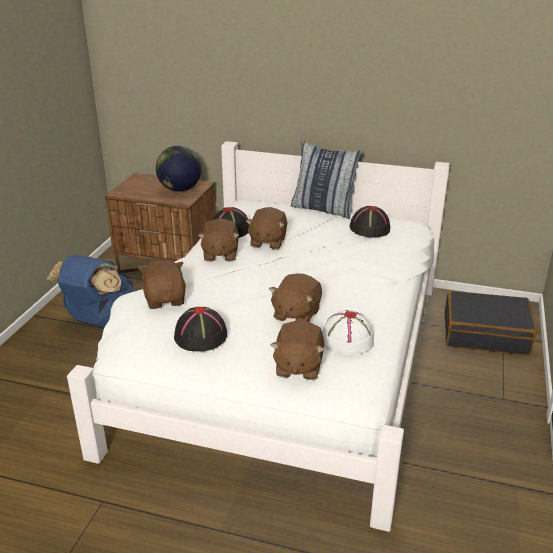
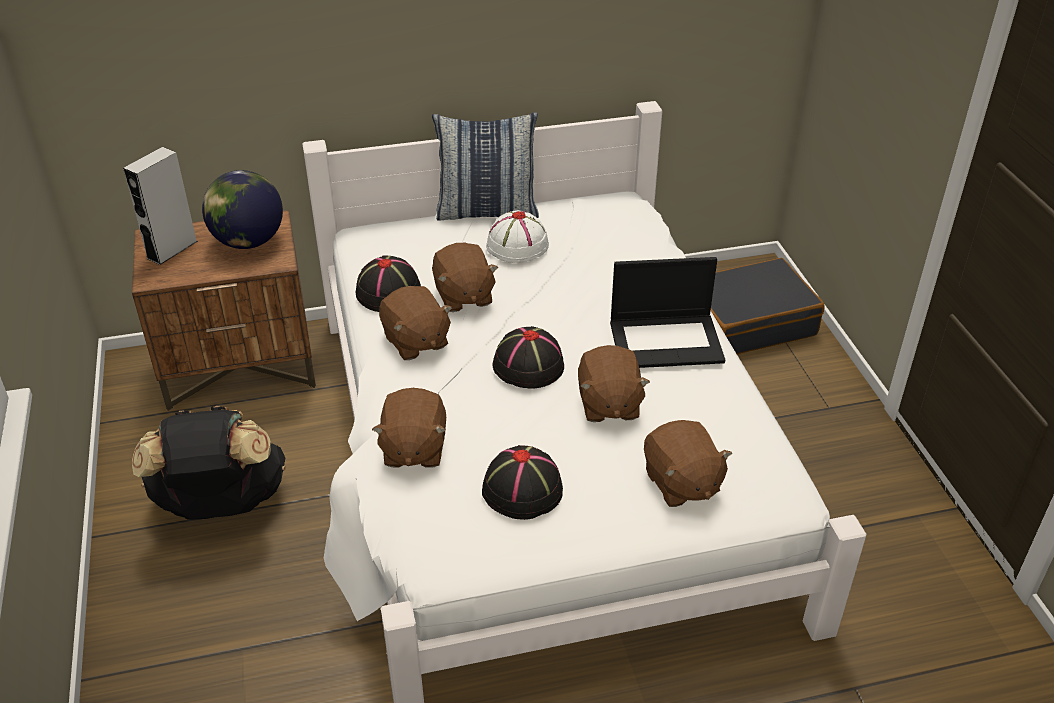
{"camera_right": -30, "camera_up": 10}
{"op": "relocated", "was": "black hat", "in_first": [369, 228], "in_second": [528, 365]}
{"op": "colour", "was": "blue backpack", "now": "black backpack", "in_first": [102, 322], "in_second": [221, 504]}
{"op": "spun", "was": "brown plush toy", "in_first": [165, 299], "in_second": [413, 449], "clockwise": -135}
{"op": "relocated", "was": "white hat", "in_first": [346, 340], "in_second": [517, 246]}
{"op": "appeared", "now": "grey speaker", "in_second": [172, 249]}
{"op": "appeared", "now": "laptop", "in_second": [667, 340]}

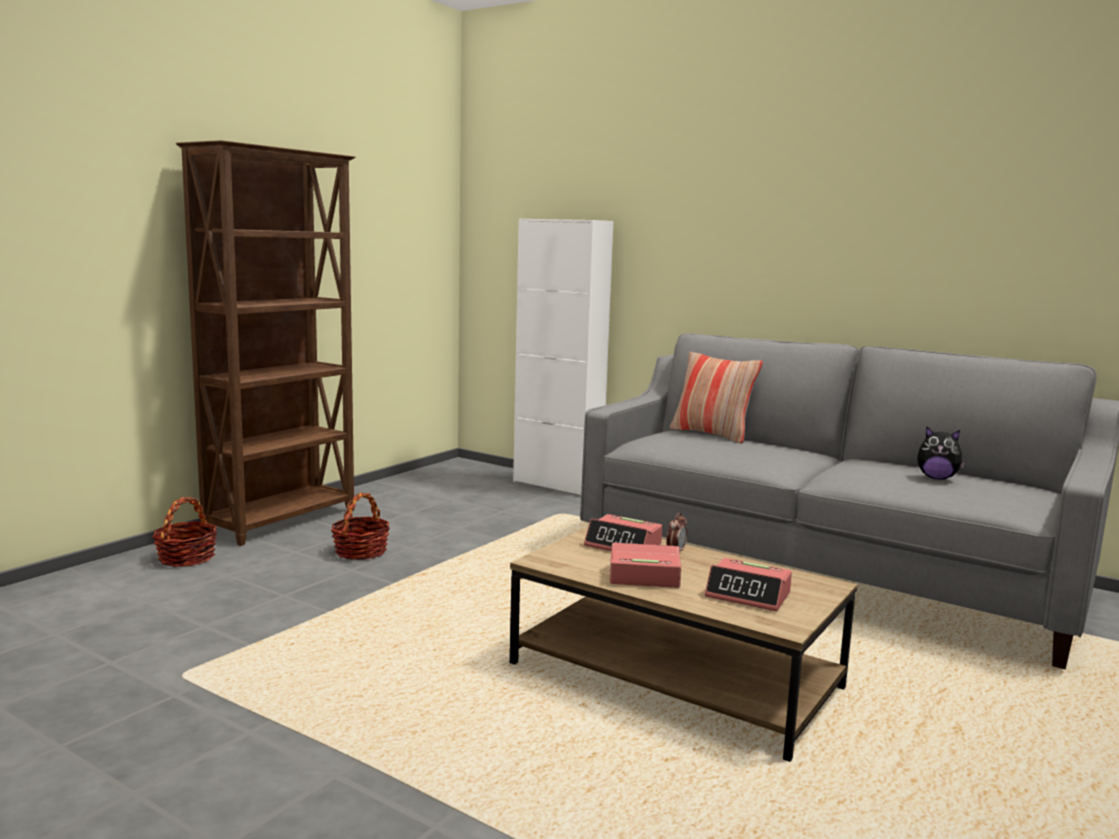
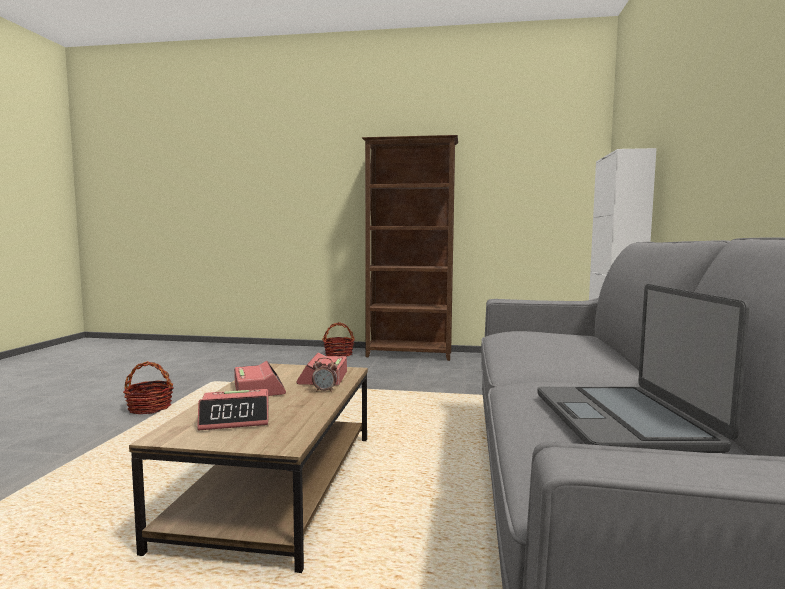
{"camera_right": 65, "camera_up": -5}
{"op": "missing", "was": "pillow", "in_first": [712, 434]}
{"op": "exchanged", "was": "plush toy", "now": "laptop", "in_first": [937, 478], "in_second": [623, 420]}
{"op": "relocated", "was": "basket", "in_first": [361, 552], "in_second": [149, 408]}
{"op": "spun", "was": "alarm clock", "in_first": [748, 595], "in_second": [236, 419], "clockwise": -105}

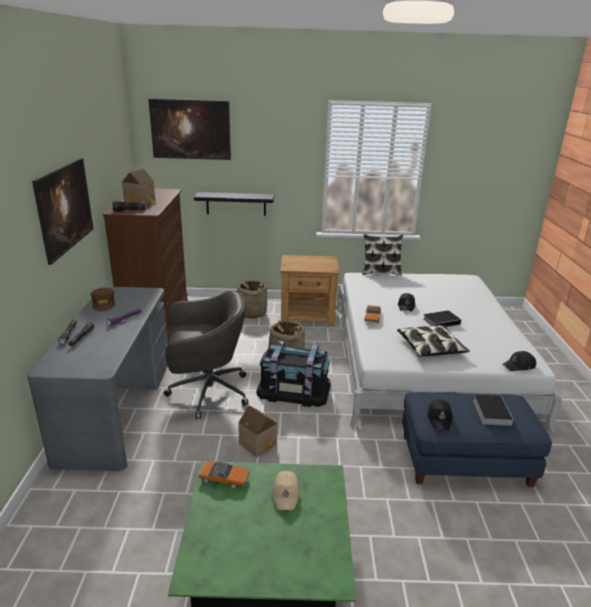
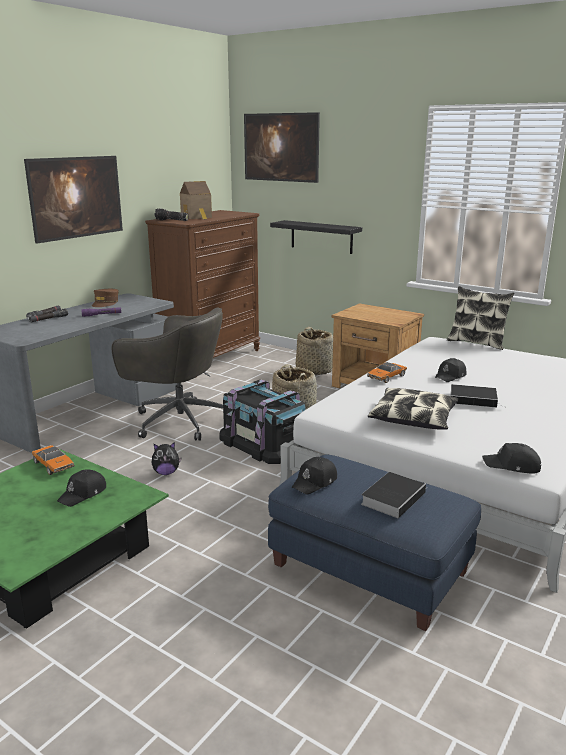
{"camera_right": 35, "camera_up": -5}
{"op": "exchanged", "was": "toy house", "now": "plush toy", "in_first": [259, 443], "in_second": [166, 473]}
{"op": "colour", "was": "beige cap", "now": "black cap", "in_first": [286, 493], "in_second": [83, 494]}

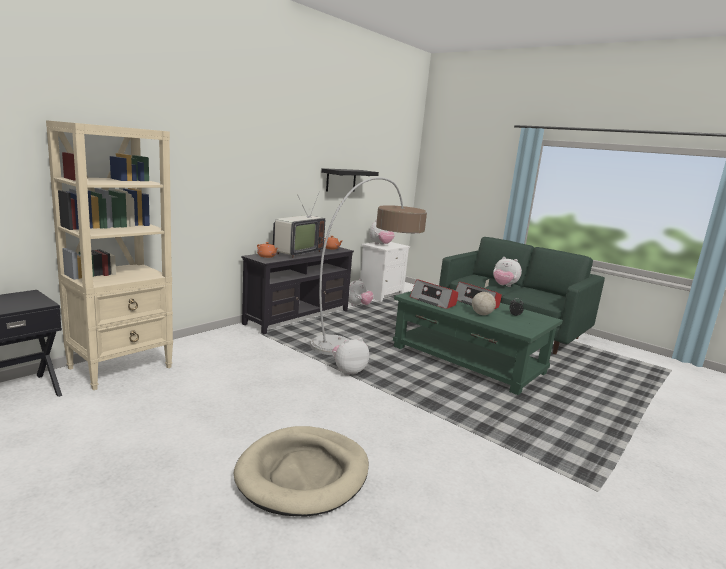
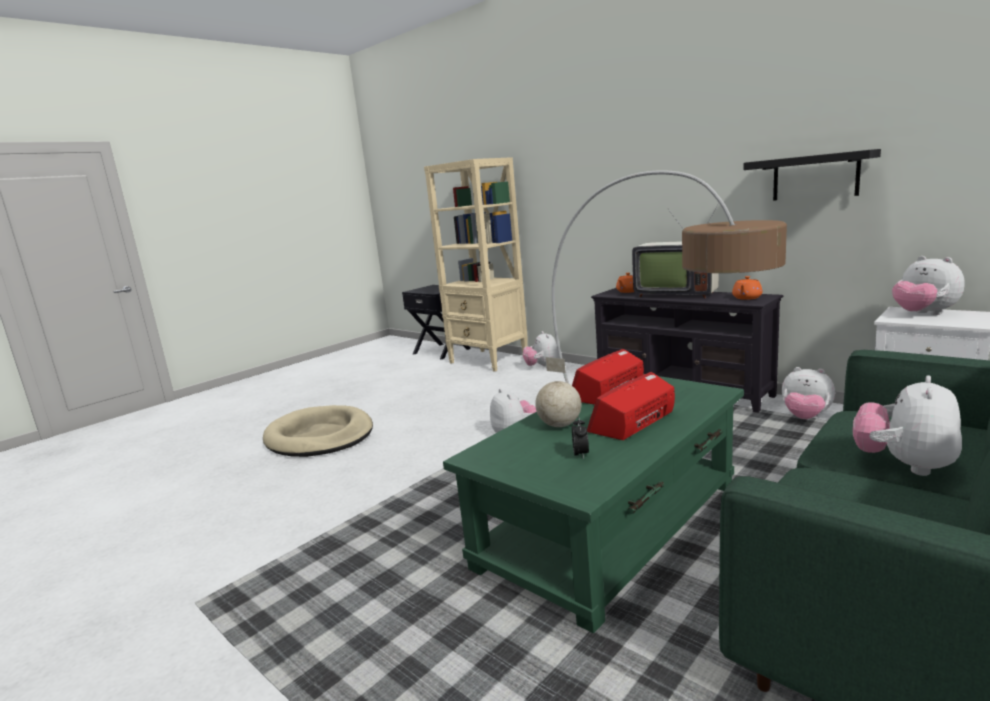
{"camera_right": 95, "camera_up": 0}
{"op": "appeared", "now": "plush toy", "in_second": [542, 367]}

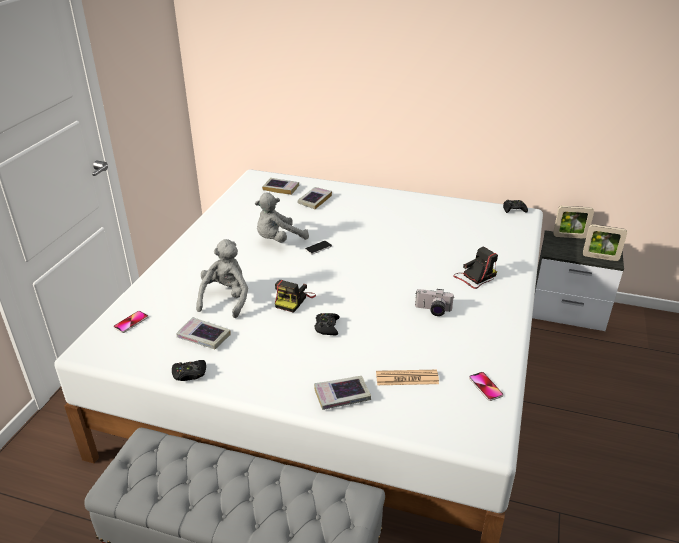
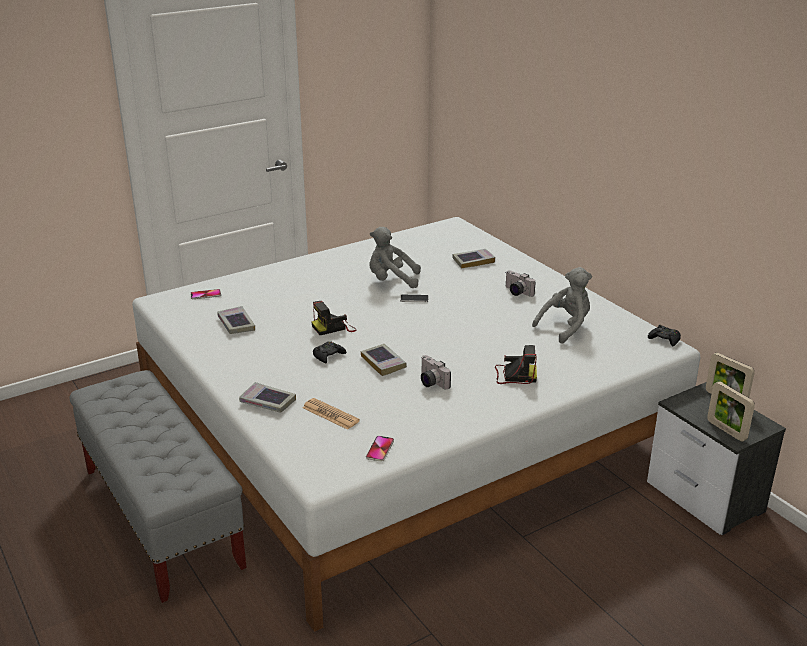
{"camera_right": 40, "camera_up": -5}
{"op": "relocated", "was": "book", "in_first": [281, 188], "in_second": [383, 363]}
{"op": "relocated", "was": "grey plush toy", "in_first": [226, 299], "in_second": [565, 327]}
{"op": "missing", "was": "black game controller", "in_first": [189, 374]}
{"op": "appeared", "now": "photo camera", "in_second": [516, 292]}

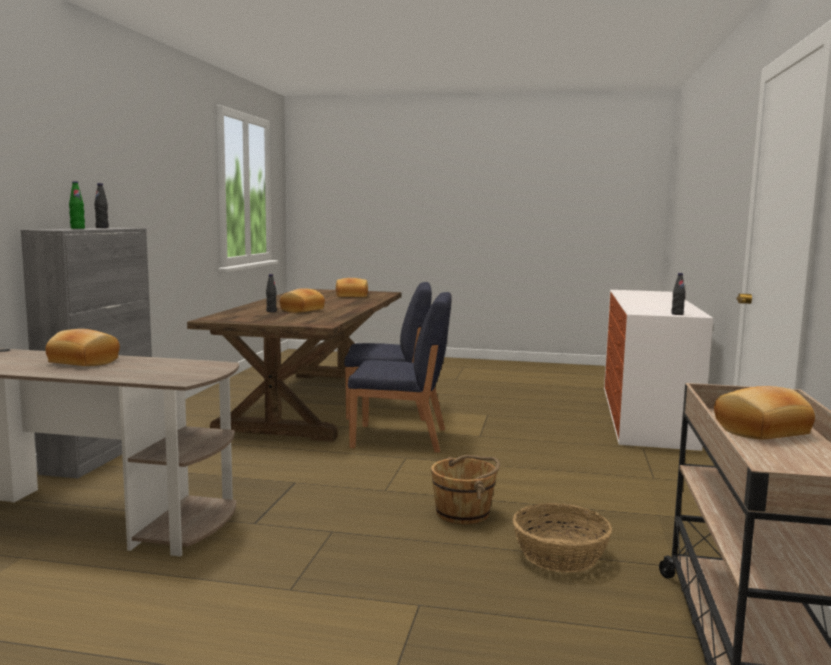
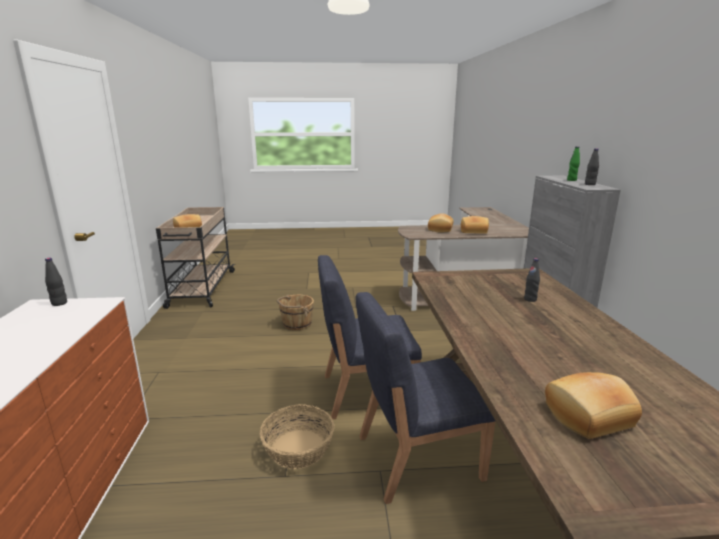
{"camera_right": 165, "camera_up": 10}
{"op": "relocated", "was": "bread", "in_first": [301, 310], "in_second": [441, 229]}
{"op": "relocated", "was": "basket", "in_first": [560, 555], "in_second": [298, 449]}

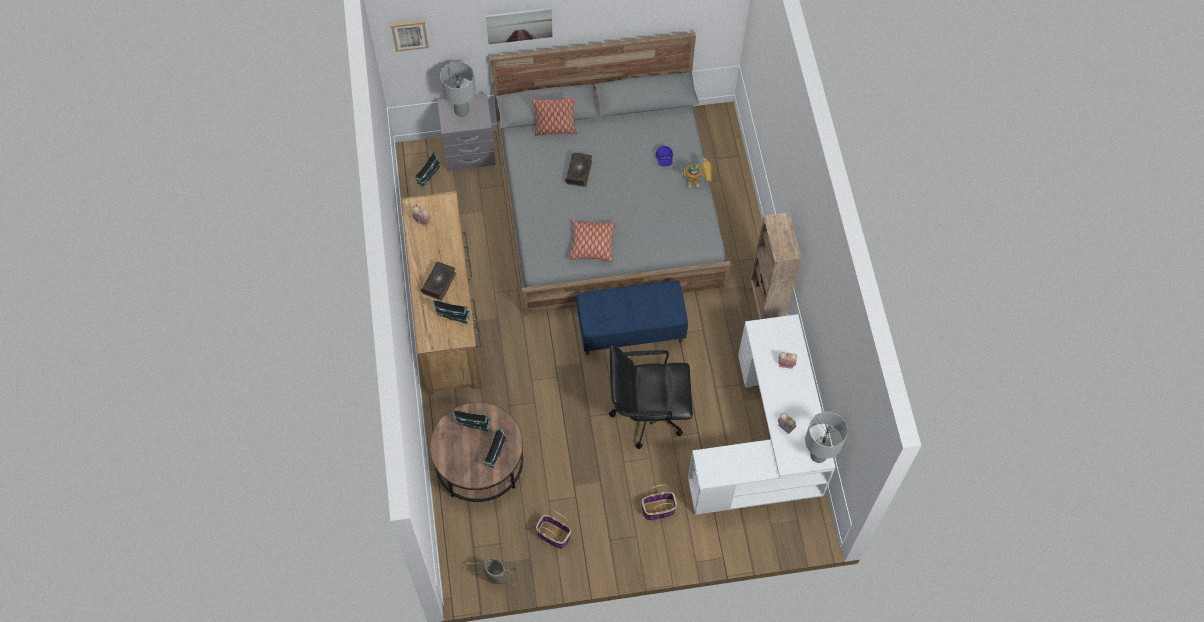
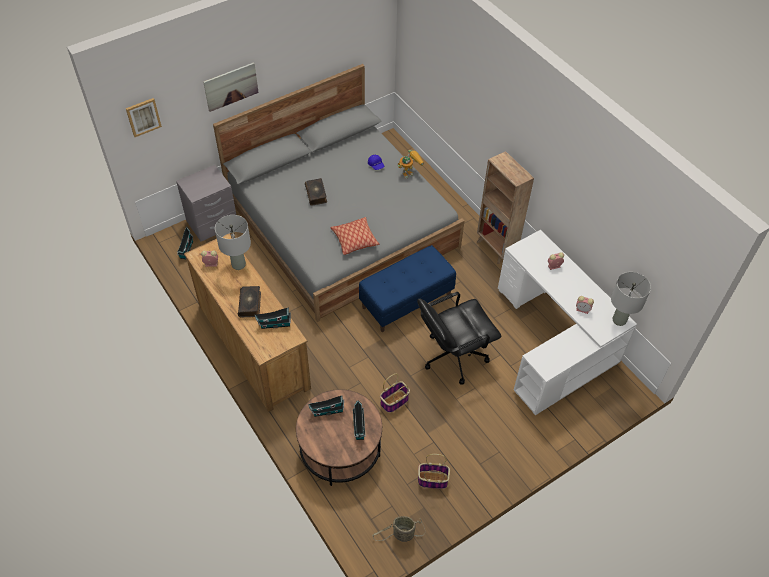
{"camera_right": -25, "camera_up": -10}
{"op": "relocated", "was": "grey table lamp", "in_first": [461, 111], "in_second": [238, 264]}
{"op": "missing", "was": "pillow", "in_first": [554, 129]}
{"op": "relocated", "was": "basket", "in_first": [658, 510], "in_second": [394, 402]}

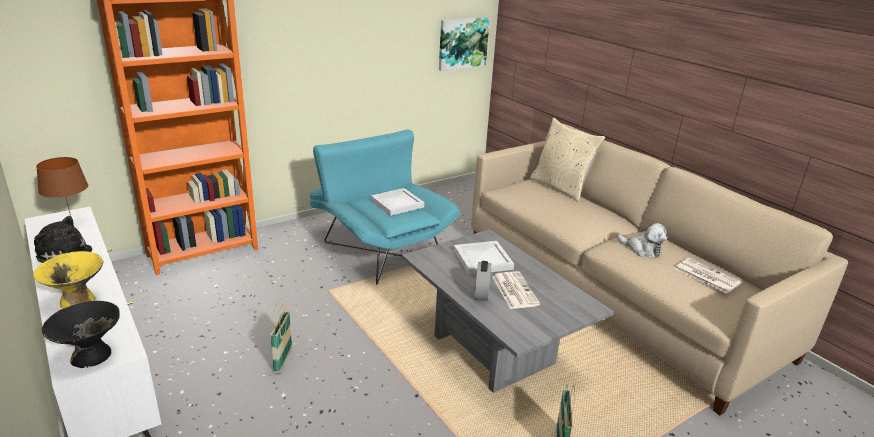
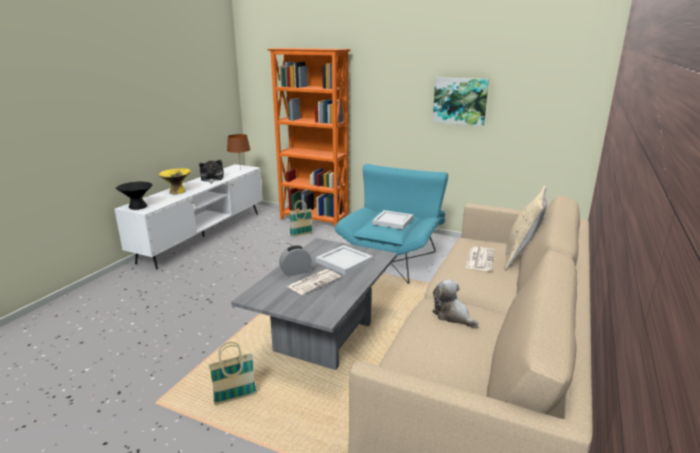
{"camera_right": 60, "camera_up": -5}
{"op": "relocated", "was": "picture", "in_first": [462, 43], "in_second": [460, 101]}
{"op": "spun", "was": "plush toy", "in_first": [642, 249], "in_second": [452, 316], "clockwise": 135}
{"op": "relocated", "was": "newspaper", "in_first": [705, 276], "in_second": [480, 259]}
{"op": "relocated", "was": "basket", "in_first": [283, 360], "in_second": [301, 235]}

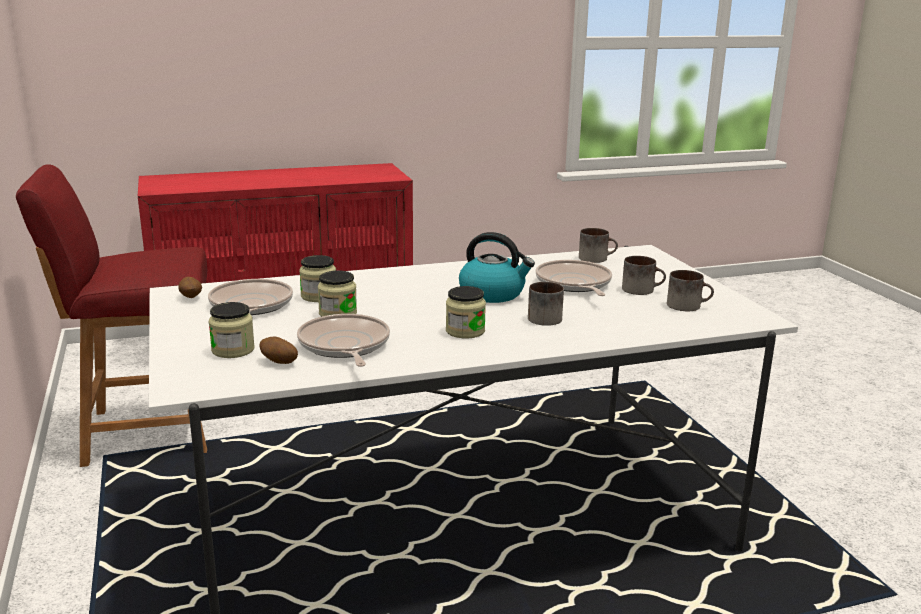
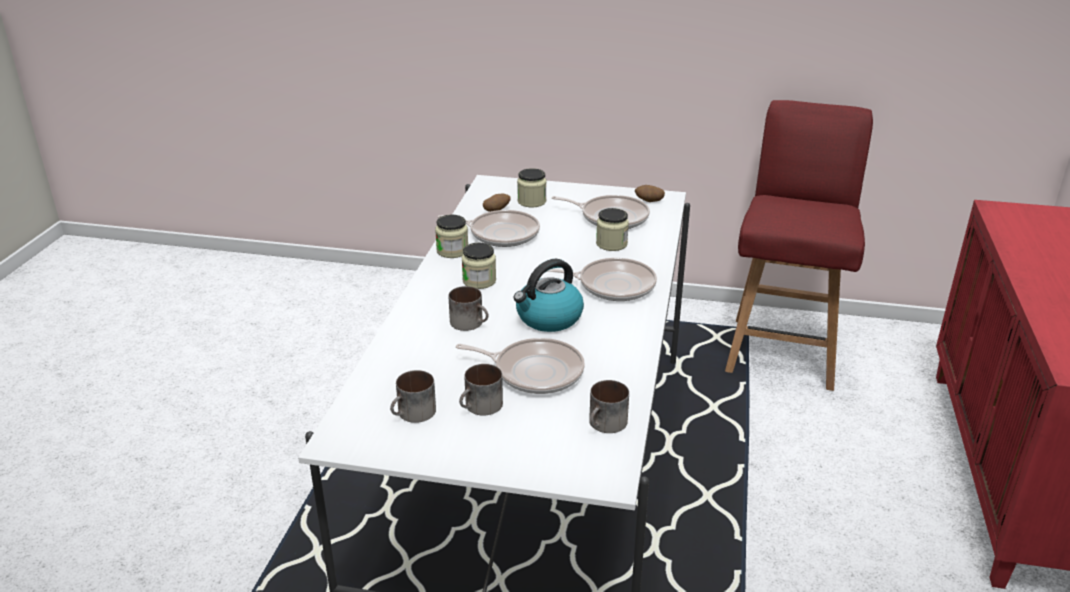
{"camera_right": 120, "camera_up": 10}
{"op": "relocated", "was": "jar", "in_first": [338, 314], "in_second": [452, 251]}
{"op": "appeared", "now": "frying pan", "in_second": [612, 285]}

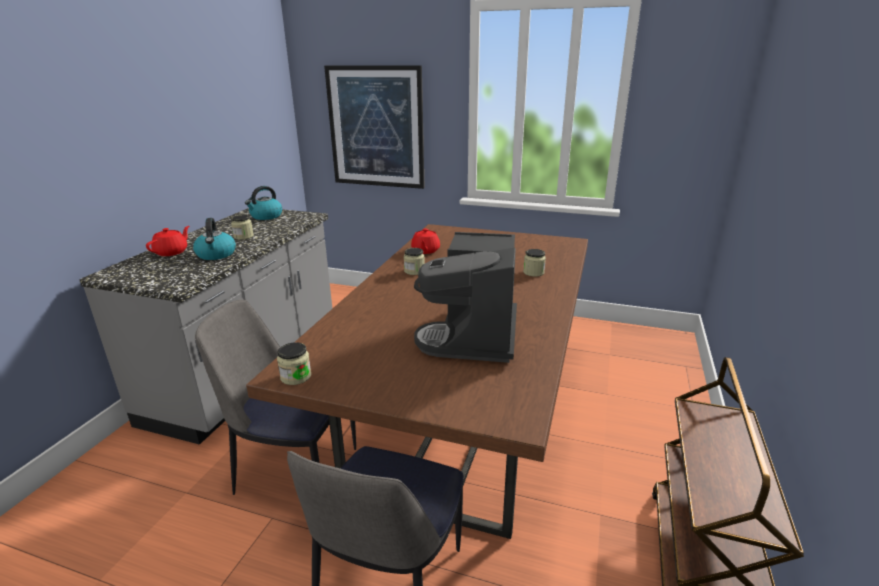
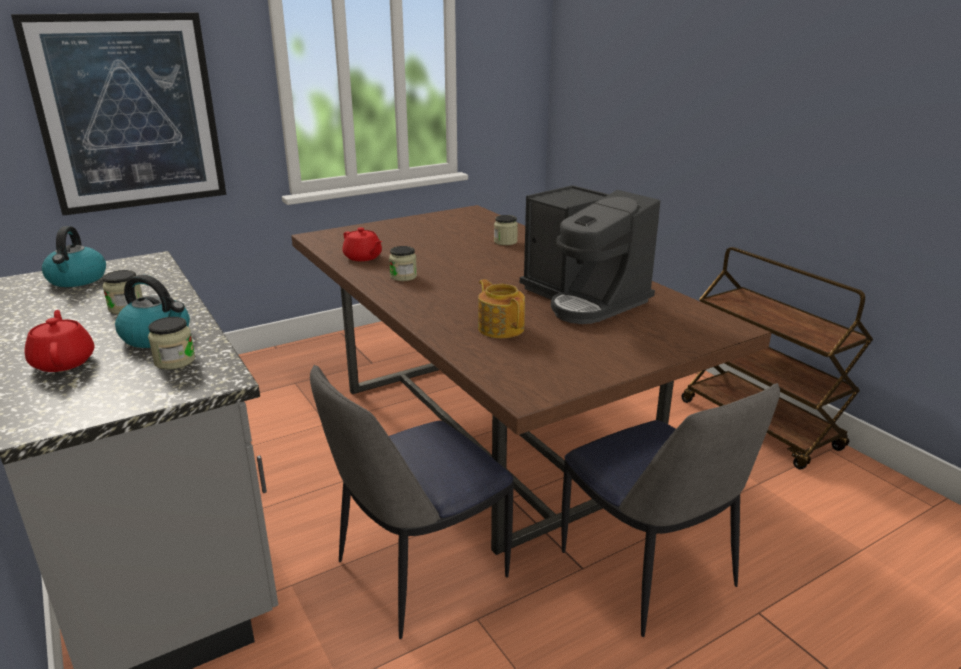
{"camera_right": -50, "camera_up": 0}
{"op": "relocated", "was": "jar", "in_first": [296, 376], "in_second": [175, 361]}
{"op": "appeared", "now": "teapot", "in_second": [501, 328]}

